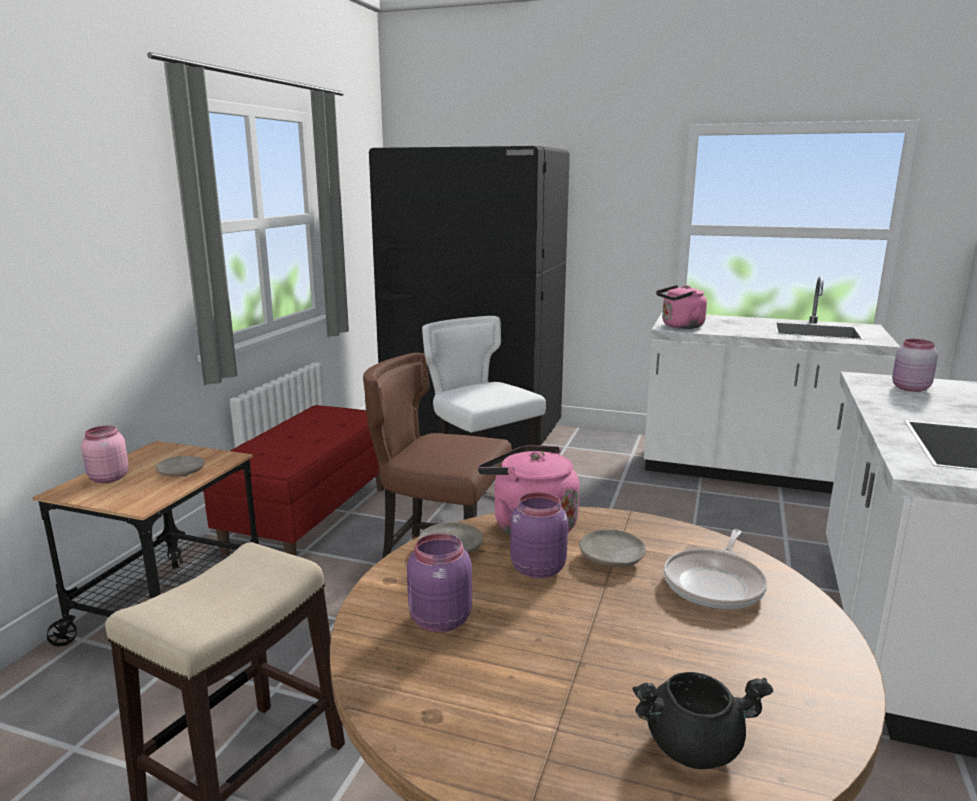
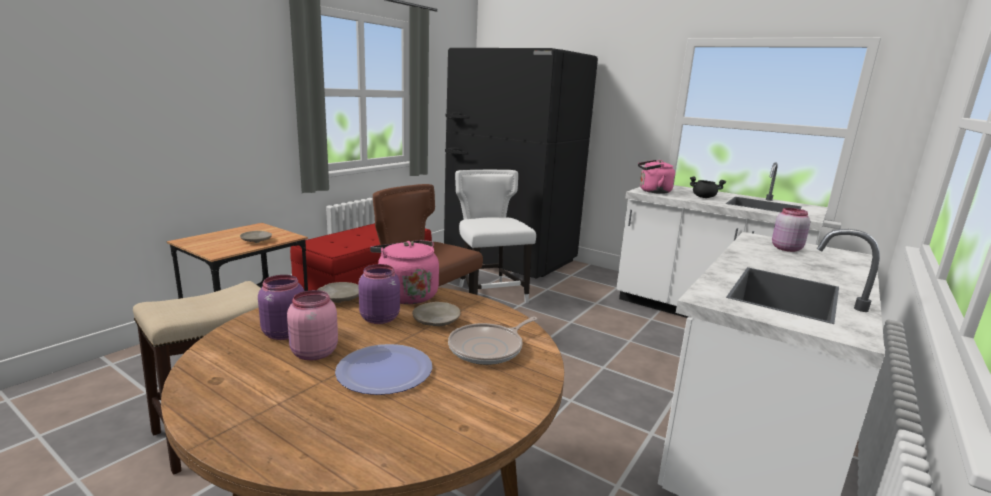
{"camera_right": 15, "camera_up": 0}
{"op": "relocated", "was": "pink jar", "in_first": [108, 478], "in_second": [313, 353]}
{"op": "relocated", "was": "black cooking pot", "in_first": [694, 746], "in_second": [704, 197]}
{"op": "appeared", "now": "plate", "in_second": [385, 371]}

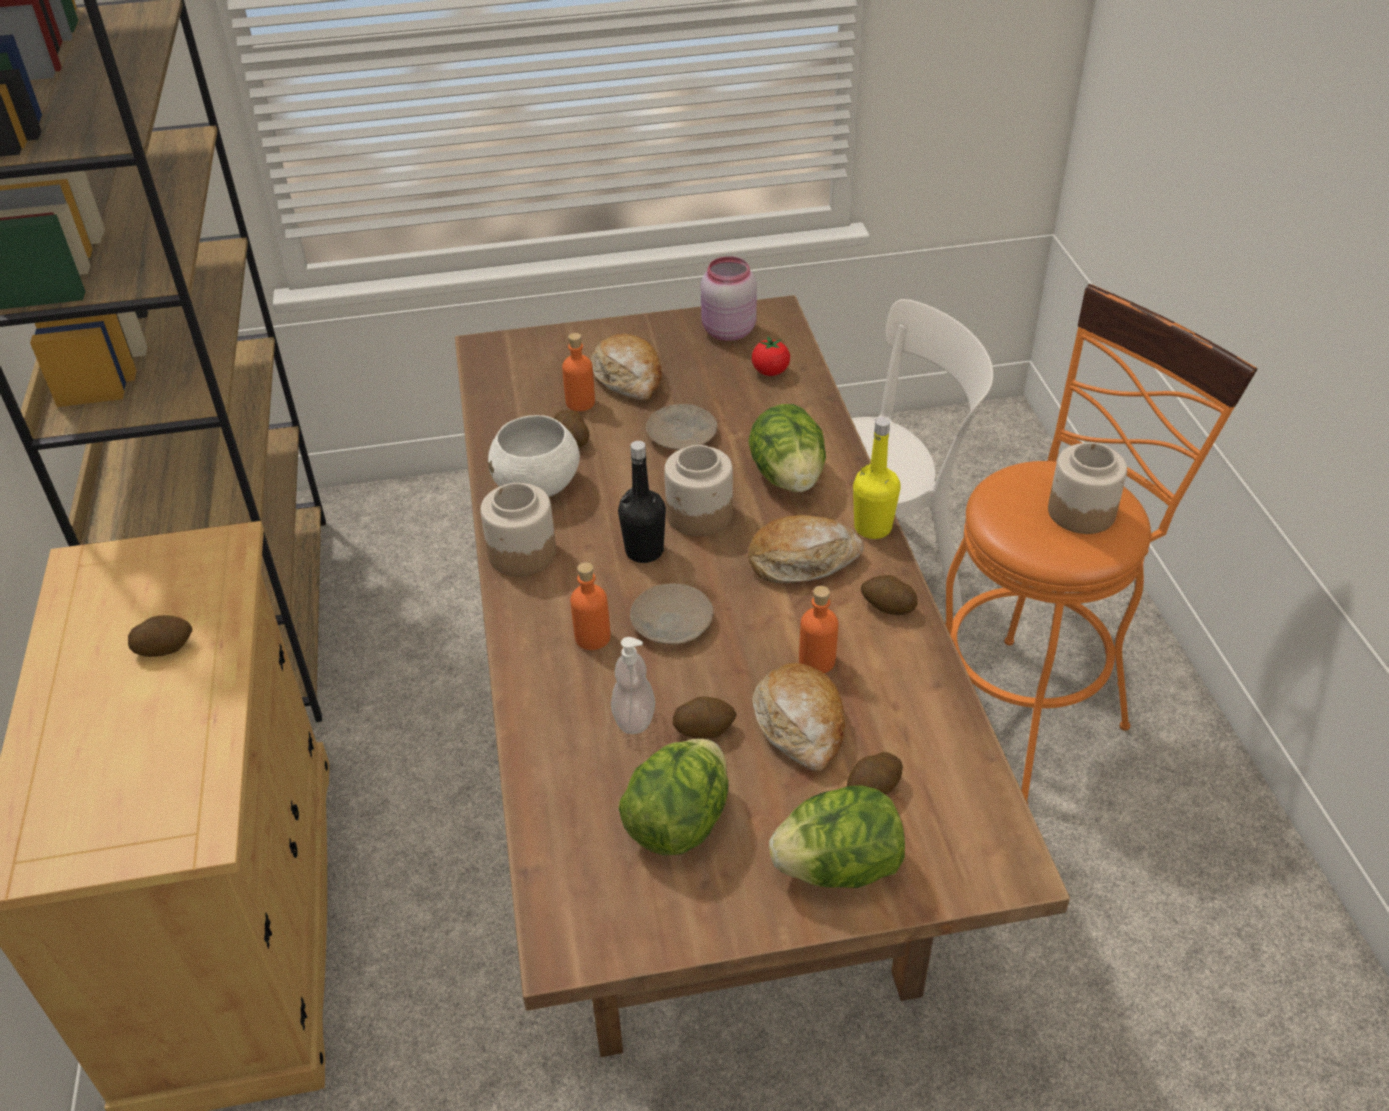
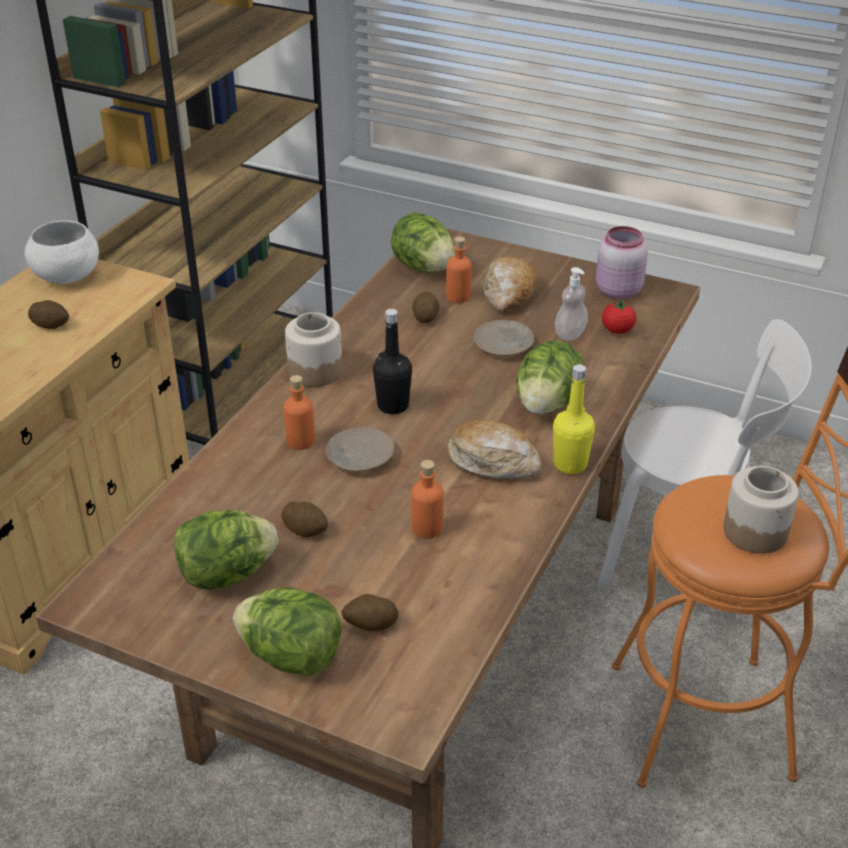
{"camera_right": 35, "camera_up": -5}
{"op": "relocated", "was": "white bowl", "in_first": [538, 486], "in_second": [67, 277]}
{"op": "missing", "was": "jar", "in_first": [699, 515]}
{"op": "missing", "was": "potato", "in_first": [887, 607]}
{"op": "relocated", "was": "soap dispenser", "in_first": [634, 719], "in_second": [570, 334]}
{"op": "missing", "was": "bread", "in_first": [801, 726]}
{"op": "appeared", "now": "lettuce", "in_second": [423, 267]}

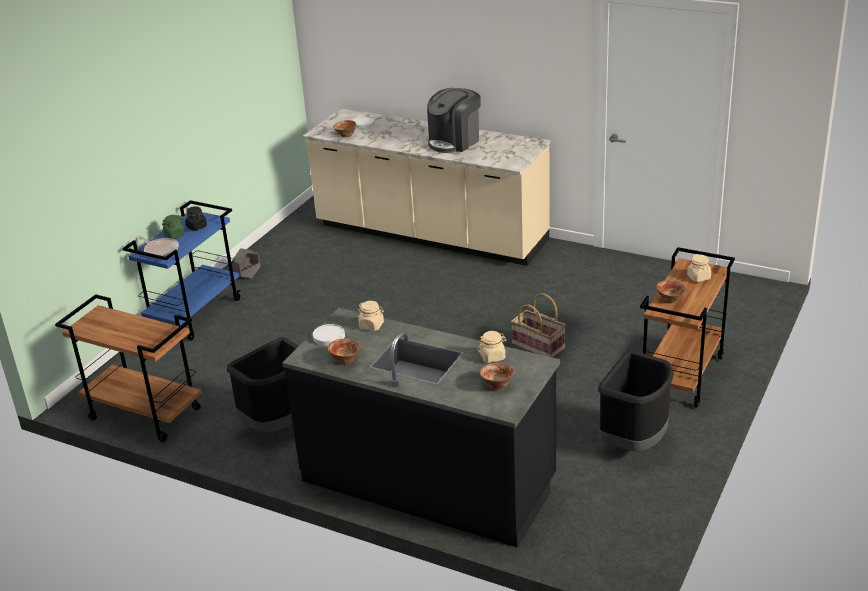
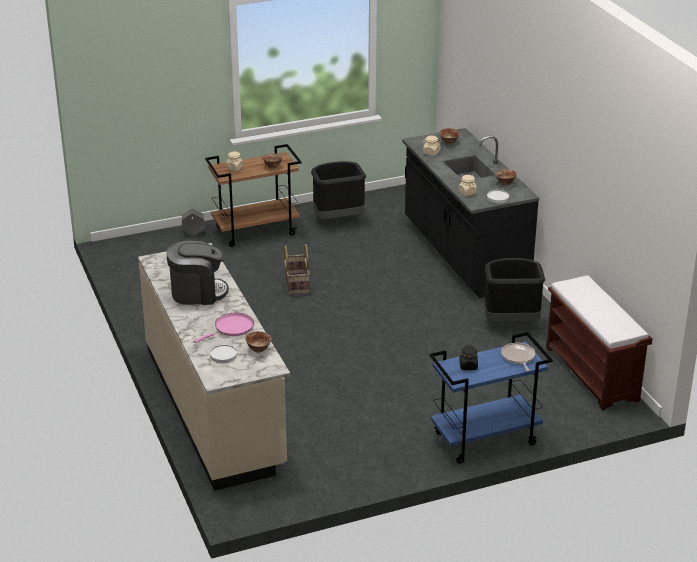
{"camera_right": -140, "camera_up": 0}
{"op": "missing", "was": "green jar", "in_first": [175, 235]}
{"op": "relocated", "was": "grey planter", "in_first": [248, 276], "in_second": [193, 233]}
{"op": "exchanged", "was": "brown cart", "now": "brown bench", "in_first": [143, 414], "in_second": [592, 374]}
{"op": "appeared", "now": "pink frying pan", "in_second": [231, 328]}

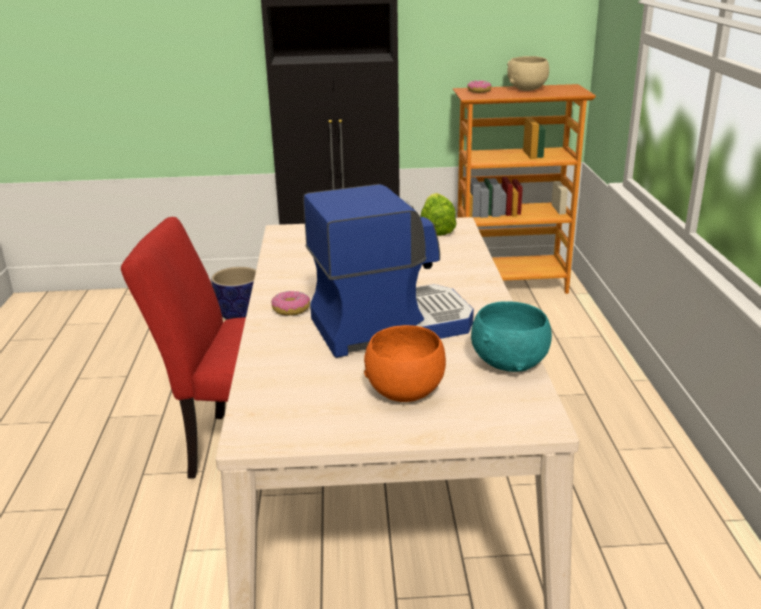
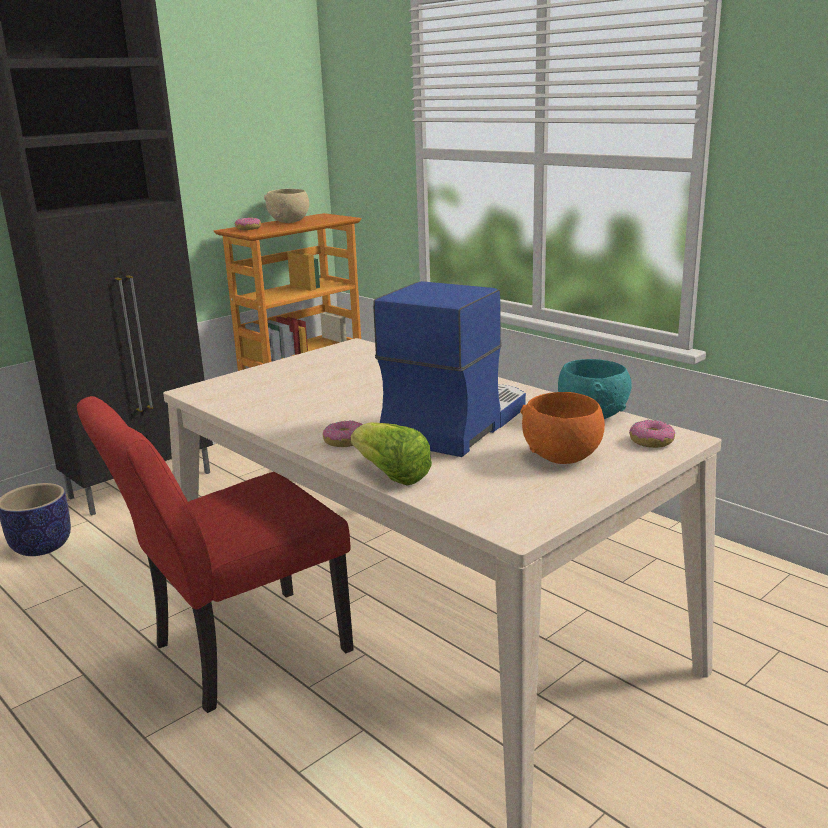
{"camera_right": -40, "camera_up": -5}
{"op": "relocated", "was": "lettuce", "in_first": [437, 229], "in_second": [391, 475]}
{"op": "appeared", "now": "donut", "in_second": [651, 441]}

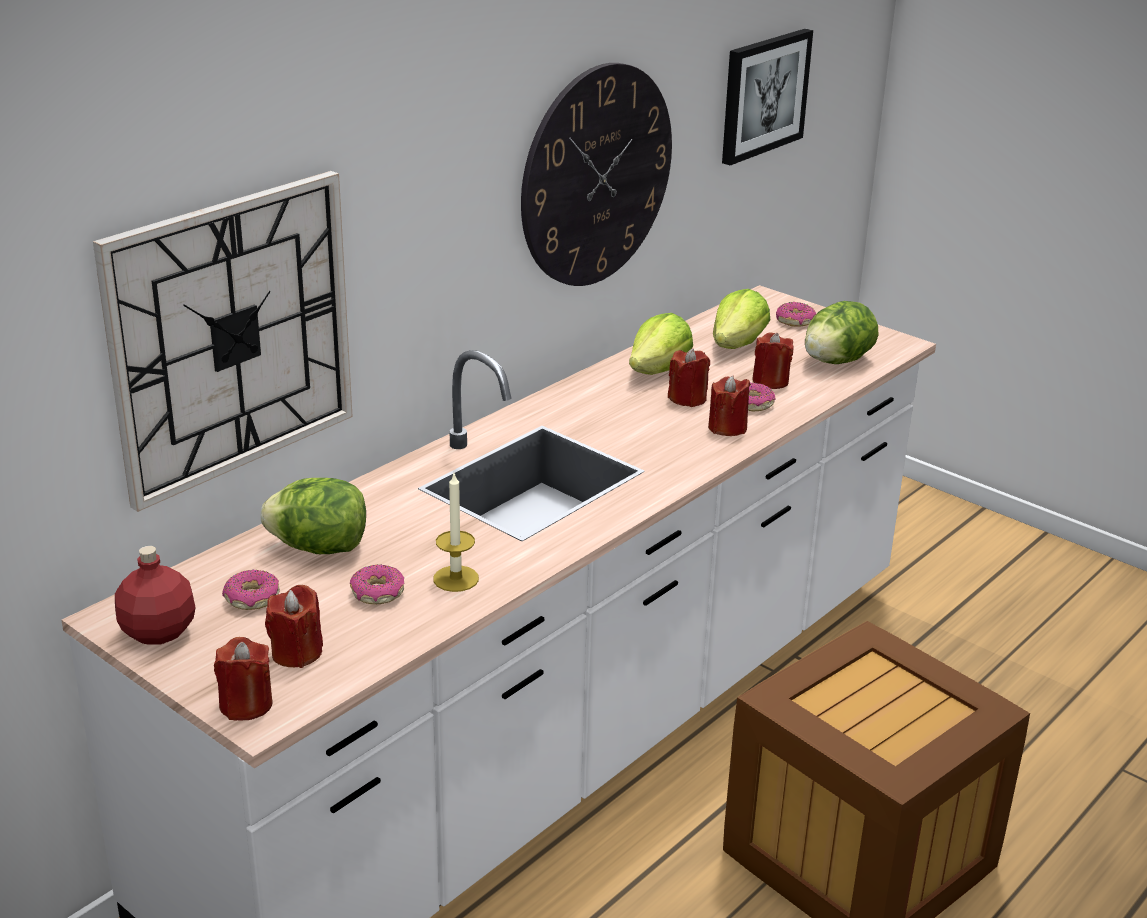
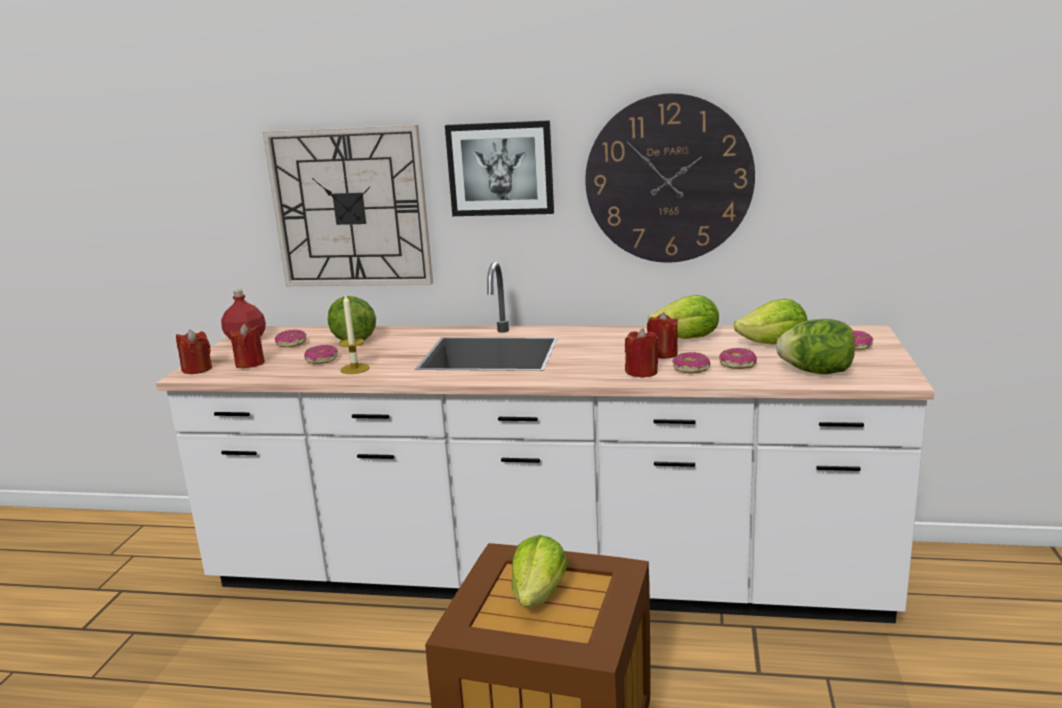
{"camera_right": 60, "camera_up": -10}
{"op": "relocated", "was": "picture", "in_first": [763, 95], "in_second": [500, 168]}
{"op": "exchanged", "was": "red candle", "now": "donut", "in_first": [770, 381], "in_second": [737, 365]}
{"op": "appeared", "now": "lettuce", "in_second": [539, 595]}

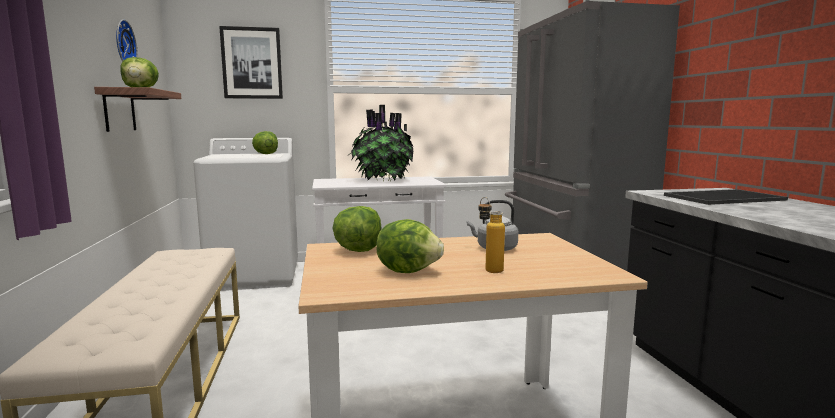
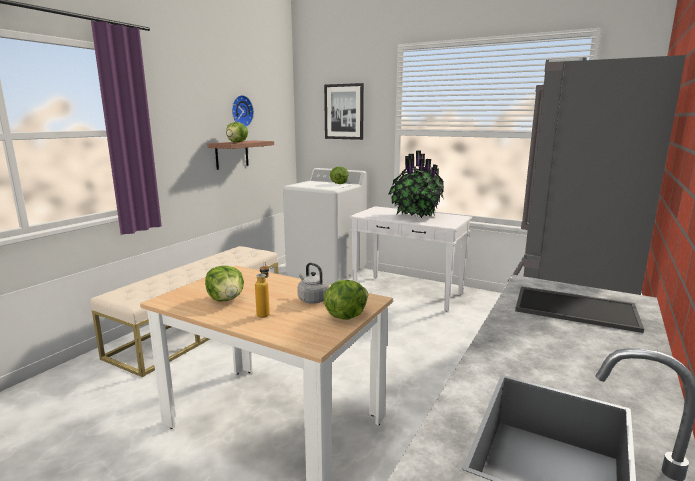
{"camera_right": 40, "camera_up": 5}
{"op": "relocated", "was": "lettuce", "in_first": [358, 250], "in_second": [345, 316]}

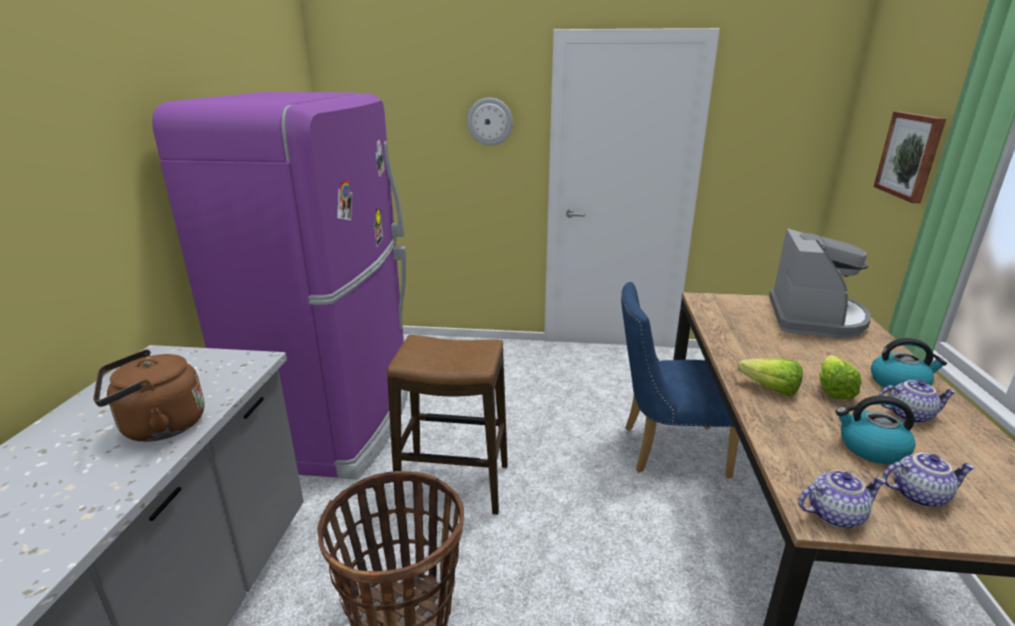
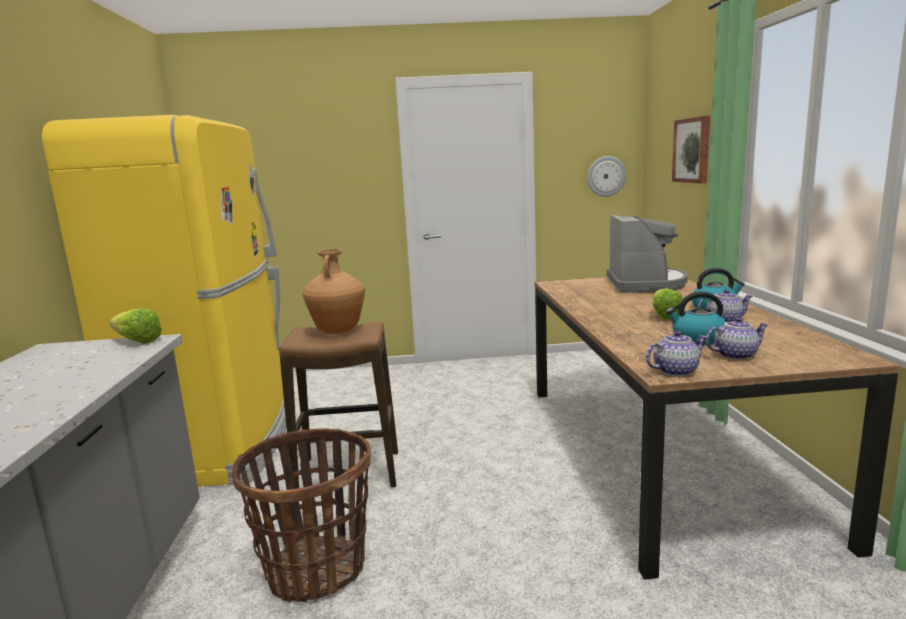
{"camera_right": -10, "camera_up": -10}
{"op": "colour", "was": "purple fridge", "now": "yellow fridge", "in_first": [337, 420], "in_second": [219, 443]}
{"op": "relocated", "was": "wall clock", "in_first": [490, 121], "in_second": [606, 176]}
{"op": "missing", "was": "blue chair", "in_first": [665, 449]}
{"op": "missing", "was": "brown kettle", "in_first": [158, 427]}
{"op": "relocated", "was": "lettuce", "in_first": [765, 387], "in_second": [135, 341]}
{"op": "appeared", "now": "brown vase", "in_second": [338, 332]}

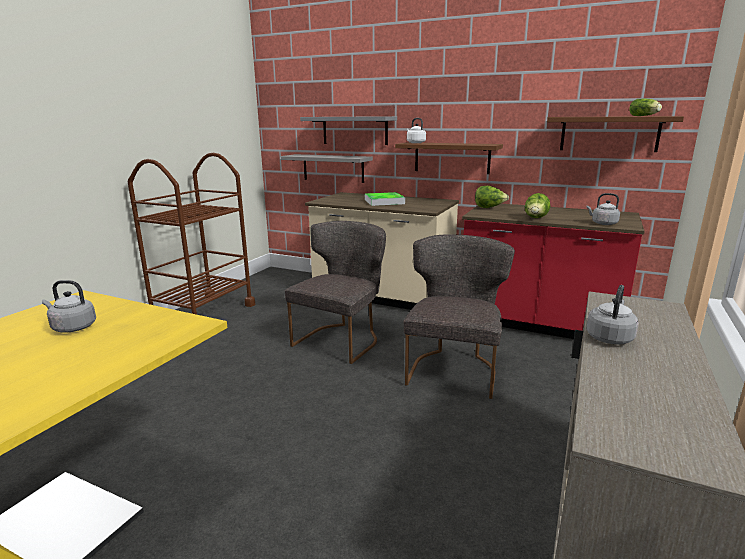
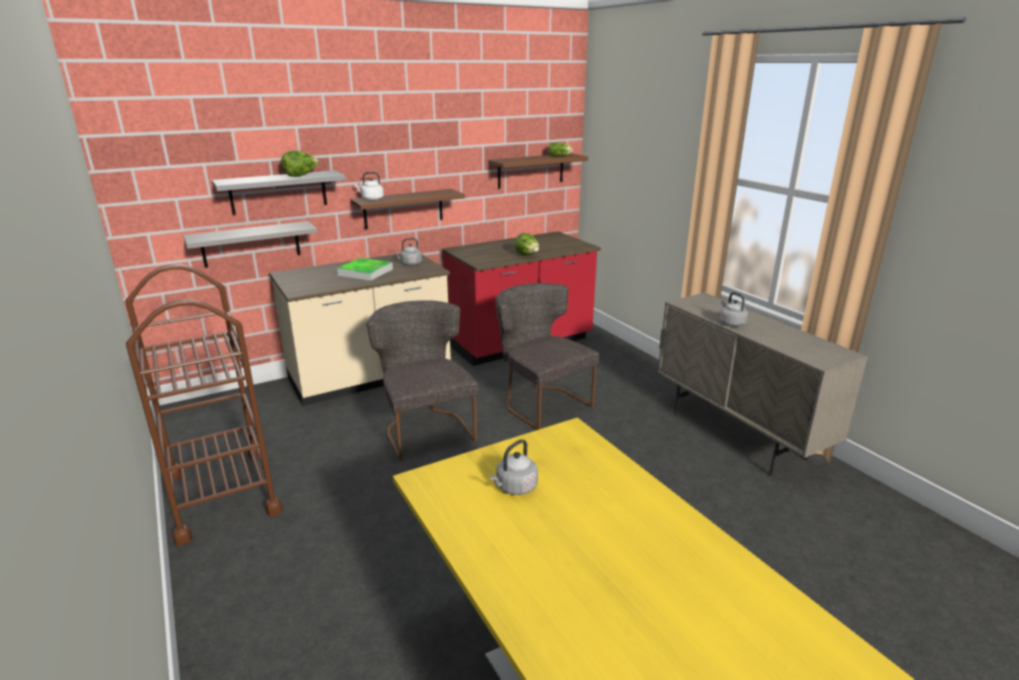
{"camera_right": -55, "camera_up": 5}
{"op": "relocated", "was": "lettuce", "in_first": [489, 208], "in_second": [301, 176]}
{"op": "relocated", "was": "grey kettle", "in_first": [602, 223], "in_second": [410, 264]}

